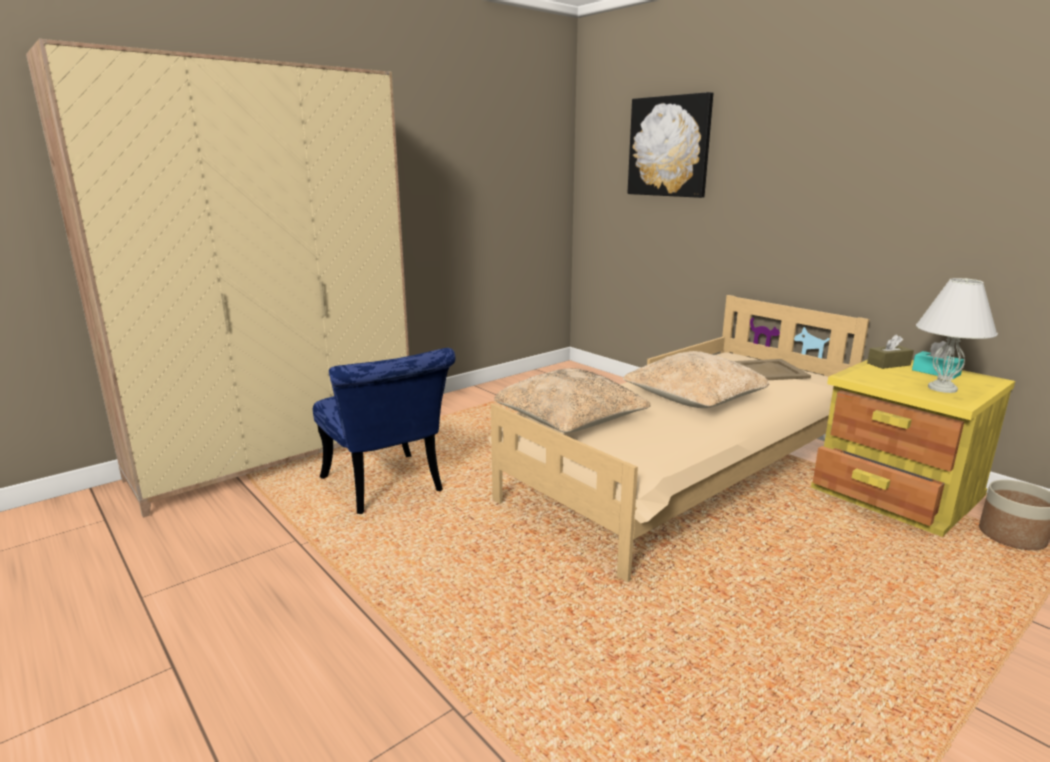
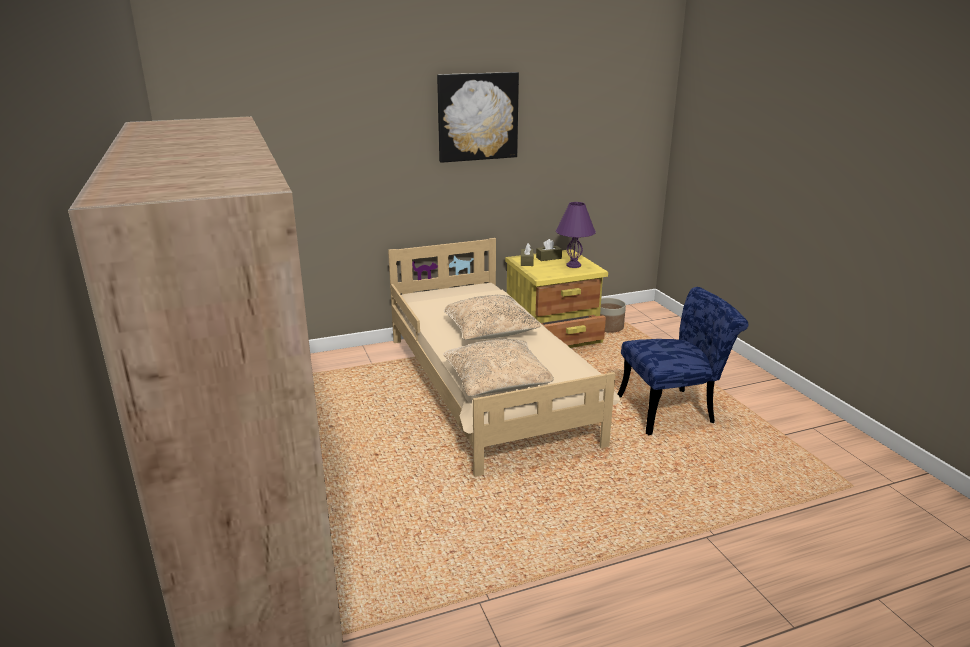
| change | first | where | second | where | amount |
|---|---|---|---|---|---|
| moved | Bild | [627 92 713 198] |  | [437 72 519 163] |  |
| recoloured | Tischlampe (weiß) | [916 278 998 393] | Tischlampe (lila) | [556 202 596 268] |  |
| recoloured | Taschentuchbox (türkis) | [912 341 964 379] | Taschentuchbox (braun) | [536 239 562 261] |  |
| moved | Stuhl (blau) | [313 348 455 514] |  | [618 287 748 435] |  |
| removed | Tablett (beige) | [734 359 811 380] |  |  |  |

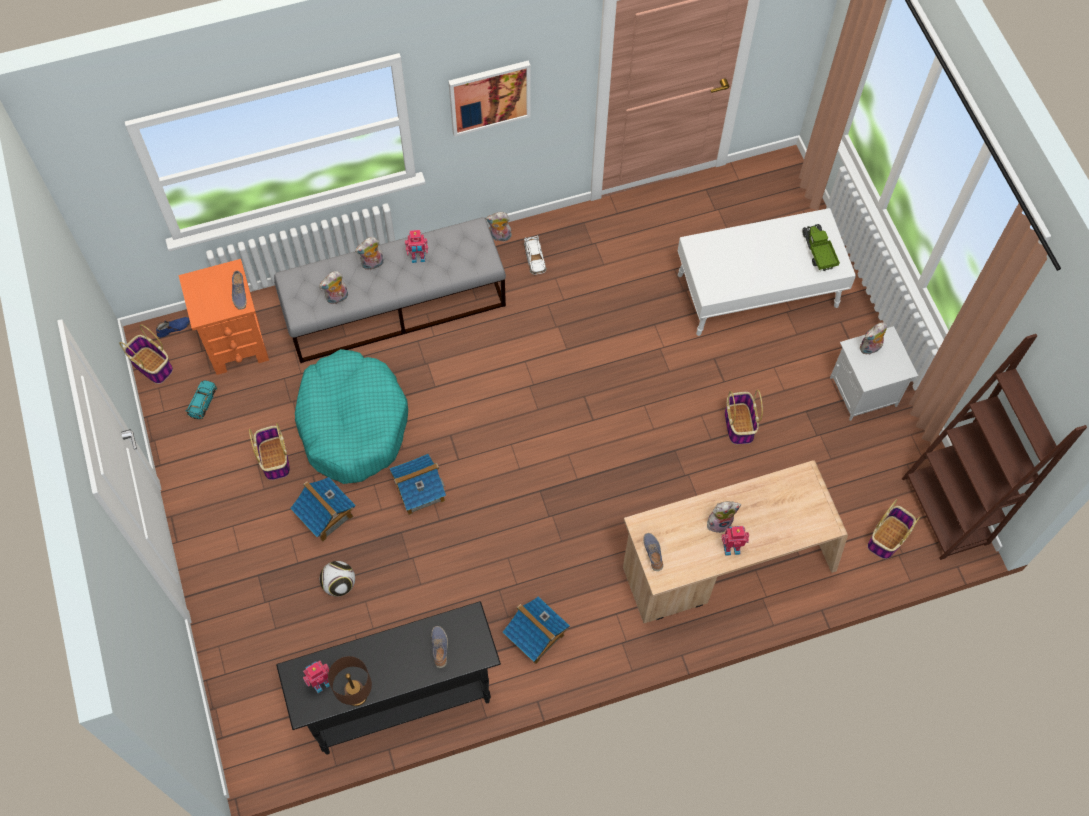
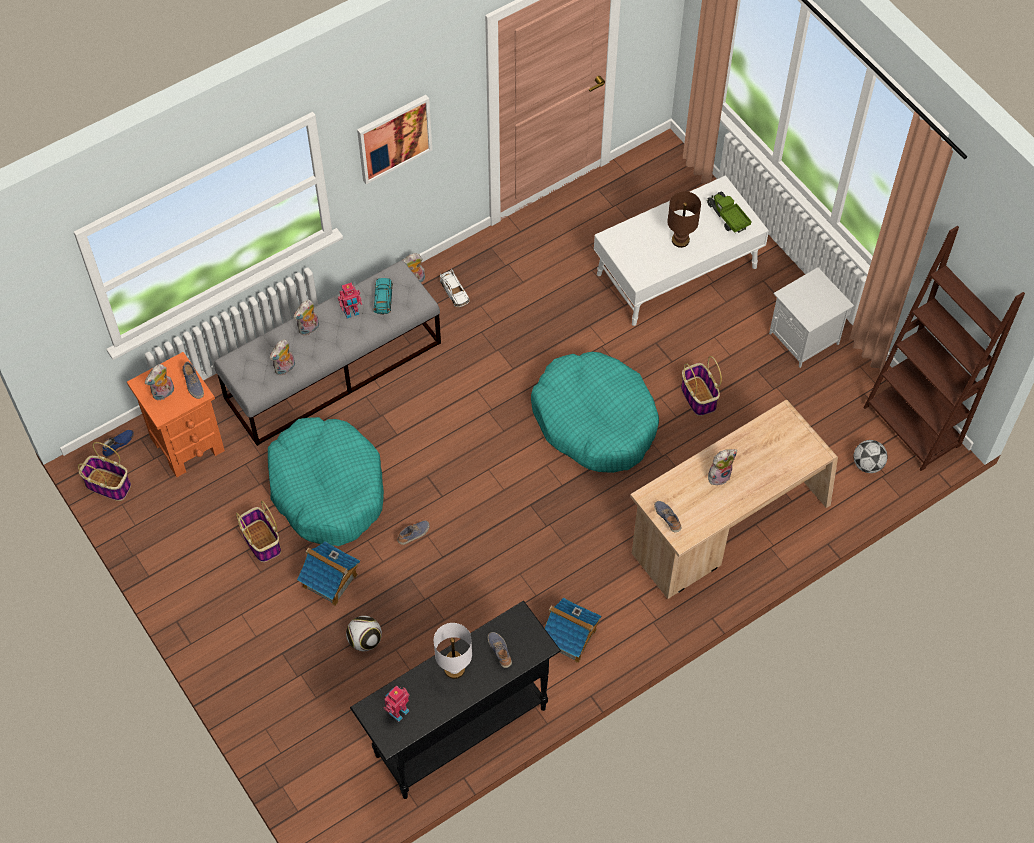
| change | first | where | second | where | amount |
|---|---|---|---|---|---|
| moved | Plüschtier | [860 322 887 355] |  | [145 364 174 401] |  |
| moved | Spielzeugauto (türkis) | [186 380 217 419] |  | [373 278 393 315] |  |
| replaced | Spielzeughaus | [390 454 446 515] | Schuh | [397 520 430 545] |  |
| replaced | Korb | [867 499 920 559] | Fußball | [854 440 887 473] |  |
| removed | Spielzeugroboter | [722 526 749 556] |  |  |  |
| moved | Tischlampe (braun) | [328 656 372 706] |  | [667 191 701 248] |  |
| added |  |  | Hundebett (türkis) | [531 352 659 473] |  |
| added |  |  | Tischlampe (weiß) | [434 623 472 679] |  |

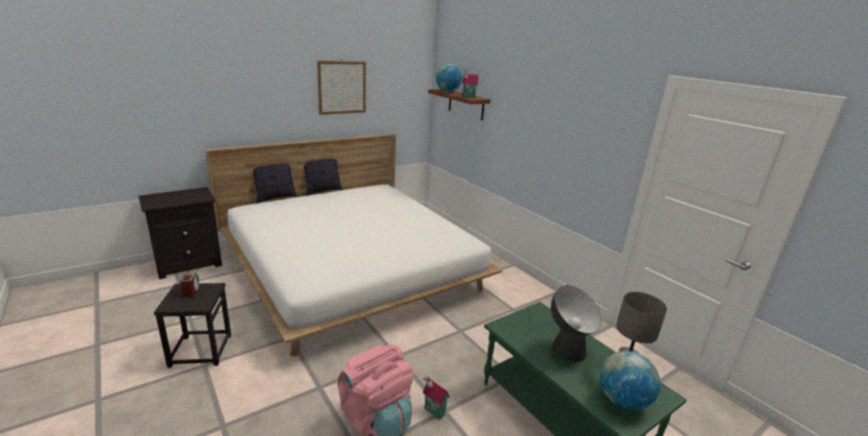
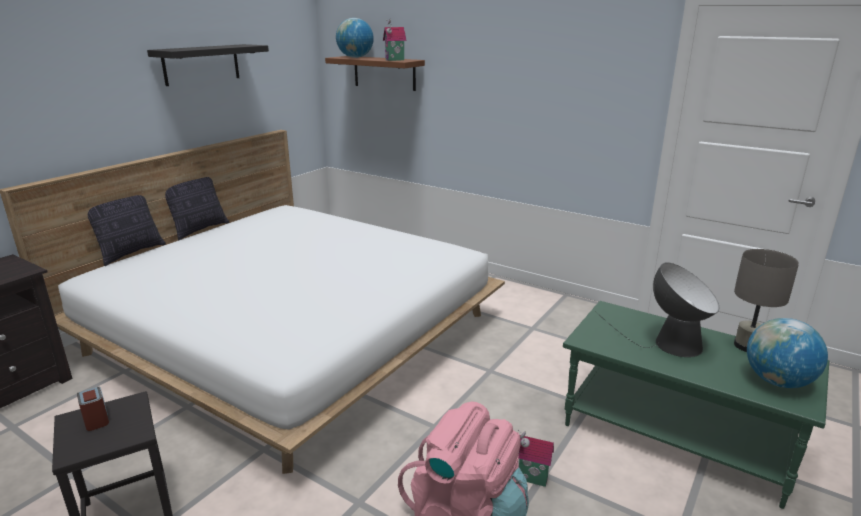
| change | first | where | second | where | amount |
|---|---|---|---|---|---|
| replaced | Bild | [317 59 366 115] | Wandregal (schwarz) | [147 44 269 86] |  |

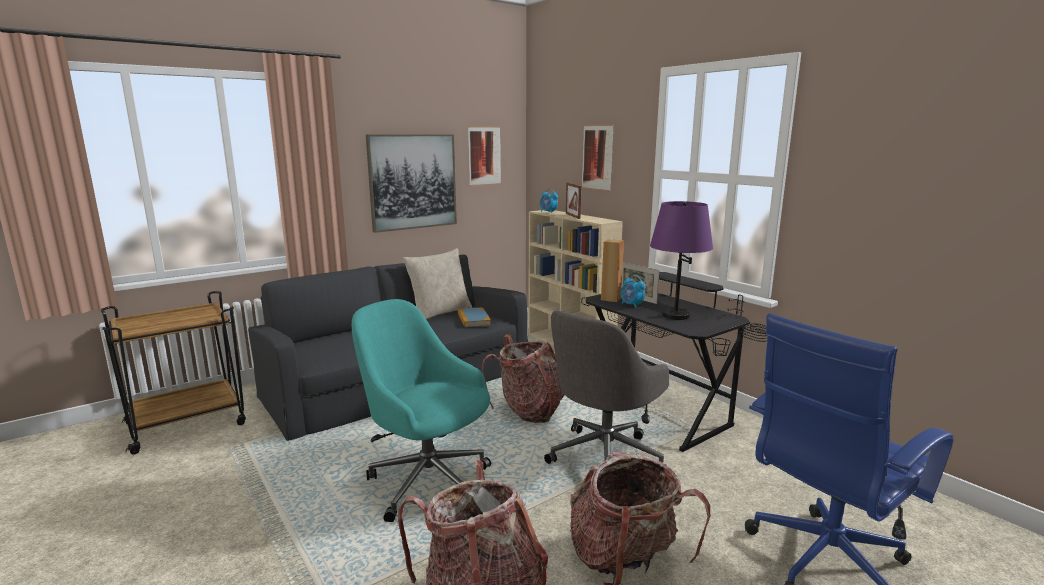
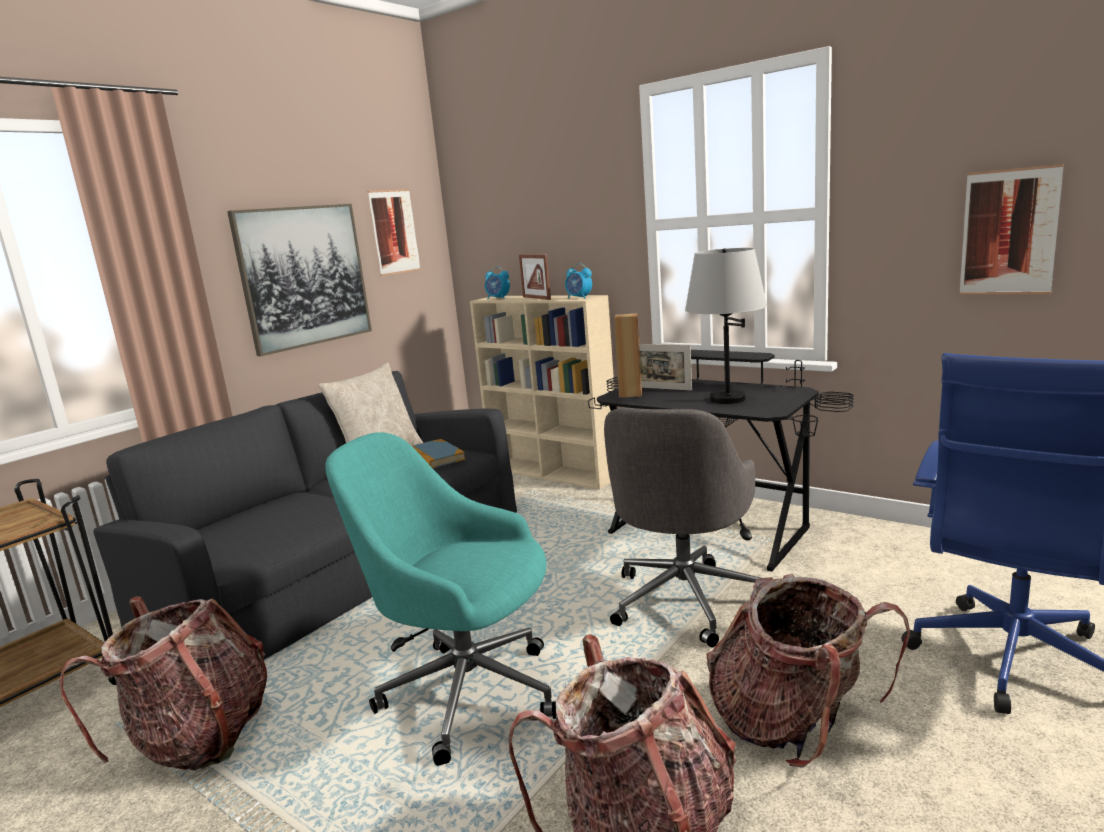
| change | first | where | second | where | amount |
|---|---|---|---|---|---|
| moved | Bild | [582 124 614 191] |  | [959 164 1064 295] |  |
| recoloured | Tischlampe (lila) | [650 201 713 320] | Tischlampe (grau) | [685 248 767 404] |  |
| moved | Wecker | [621 275 646 308] |  | [565 263 592 299] |  |
| moved | Rucksack | [482 334 564 423] |  | [59 596 267 770] |  |

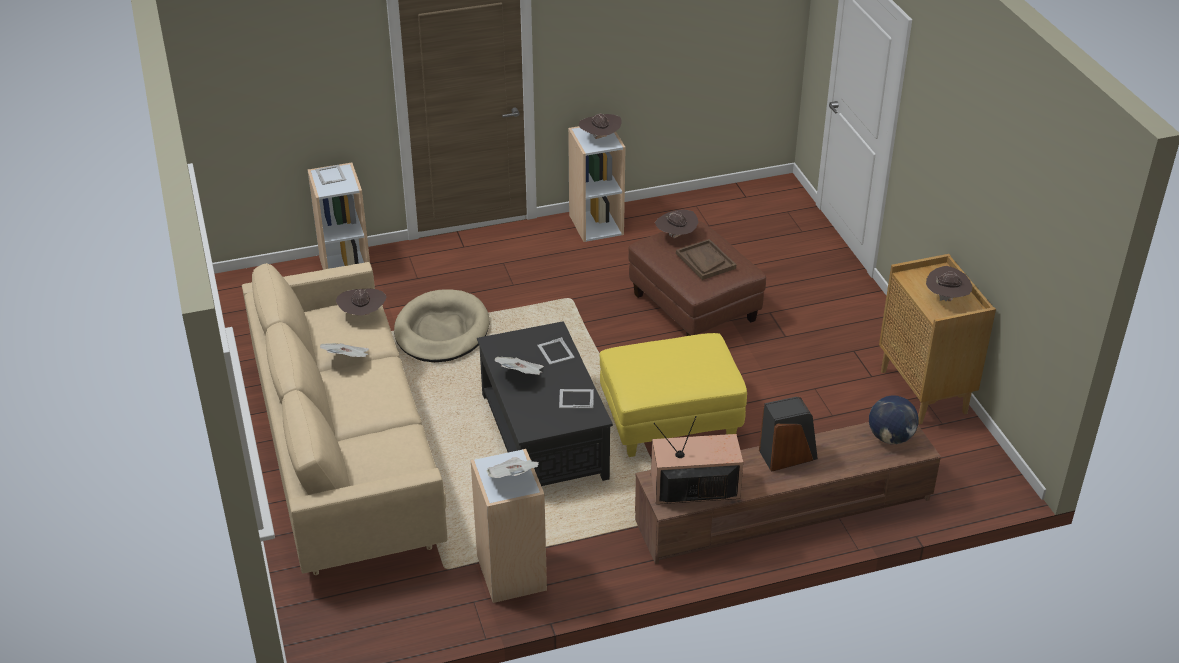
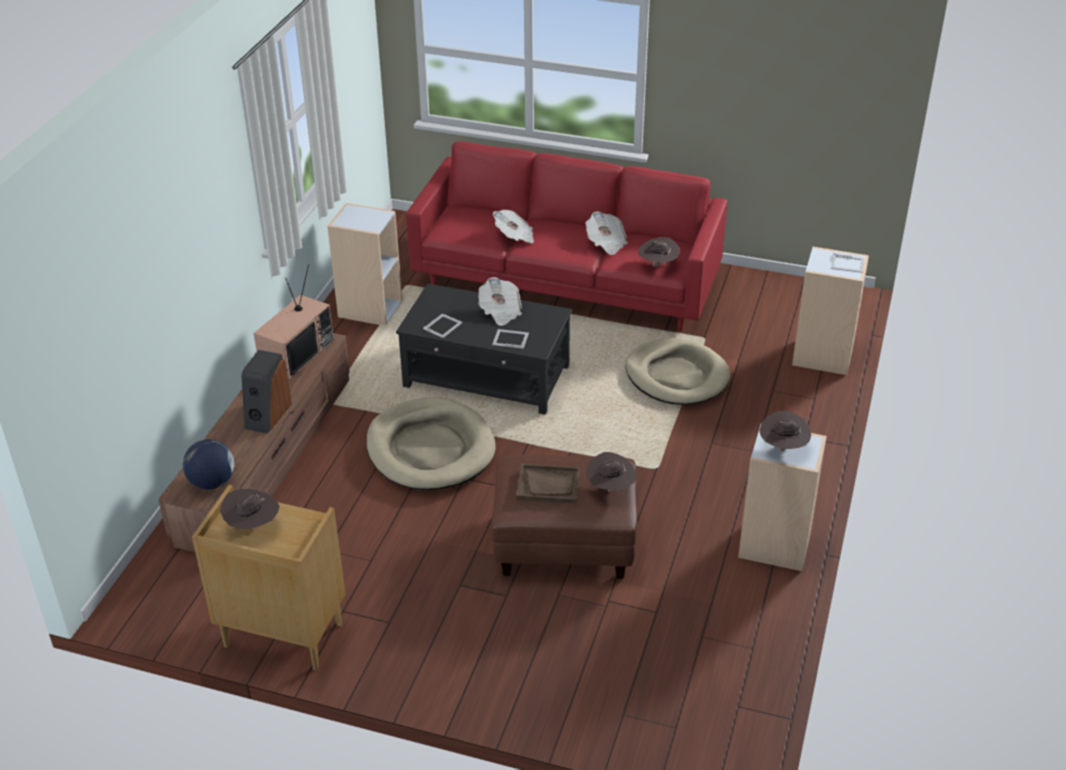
| change | first | where | second | where | amount |
|---|---|---|---|---|---|
| recoloured | Sofa (beige) | [242 262 447 575] | Sofa (rot) | [406 141 728 331] |  |
| replaced | Polsterhocker (gelb) | [600 333 747 457] | Hundebett (beige) | [366 397 496 490] |  |
| moved | Zeitung | [487 457 539 478] |  | [493 210 534 243] |  |

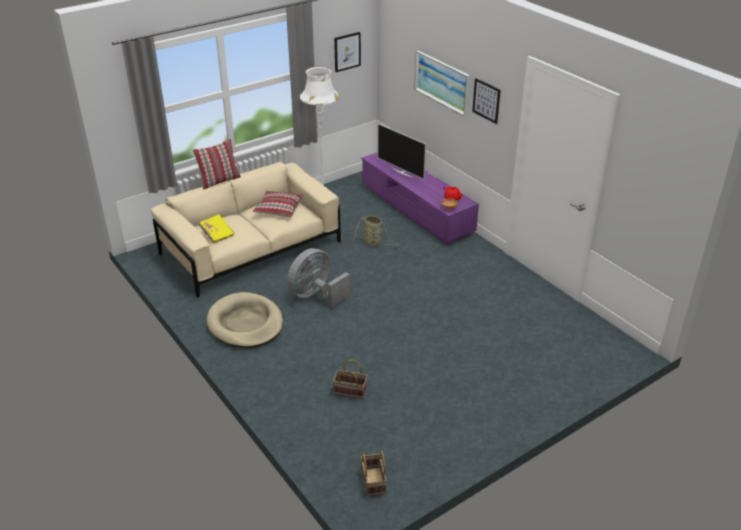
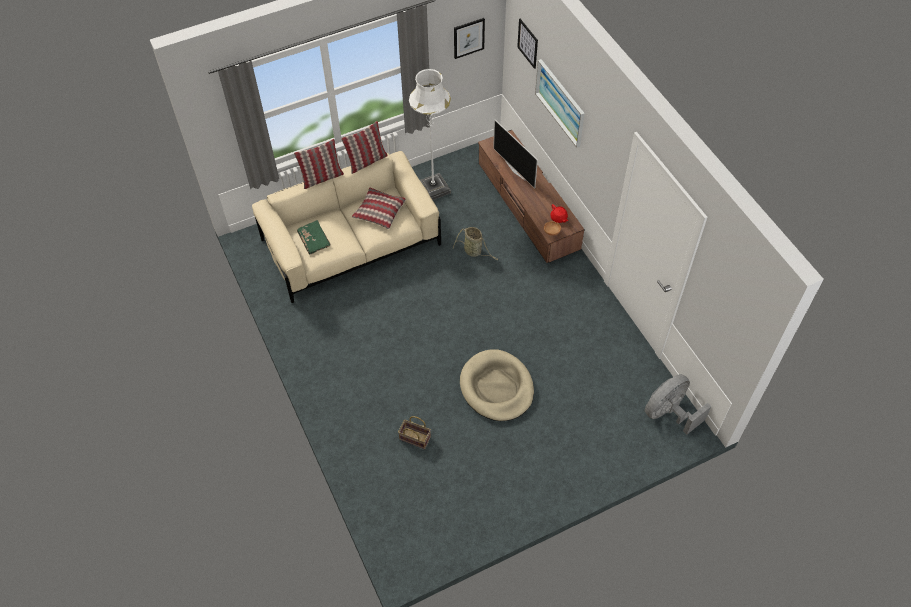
| change | first | where | second | where | amount |
|---|---|---|---|---|---|
| moved | Bild | [472 78 501 124] |  | [517 19 538 69] |  |
| recoloured | Fernsehschrank (lila) | [362 152 479 244] | Fernsehschrank (braun) | [478 130 585 263] |  |
| recoloured | Buch (gelb) | [199 214 235 244] | Buch (grün) | [297 220 331 255] |  |
| moved | Ventilator (grau) | [287 248 350 307] |  | [645 374 712 435] |  |
| moved | Hundebett (beige) | [207 292 283 348] |  | [460 349 534 421] |  |
| removed | Korb | [361 450 387 497] |  |  |  |
| added |  |  | Kissen | [341 121 388 174] |  |

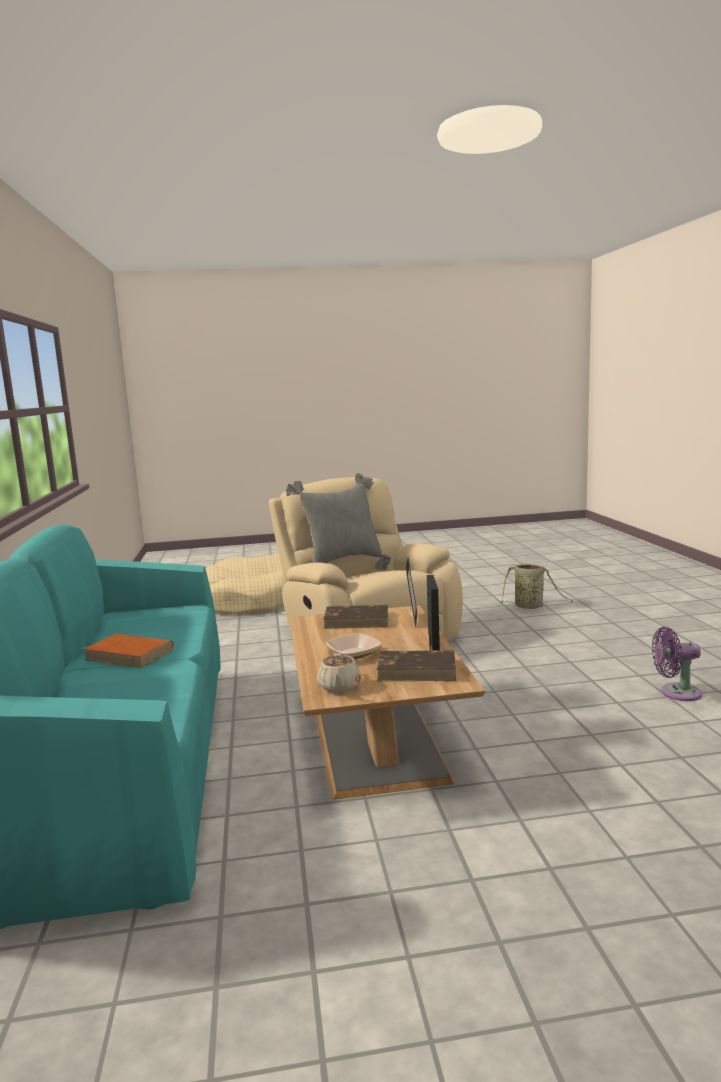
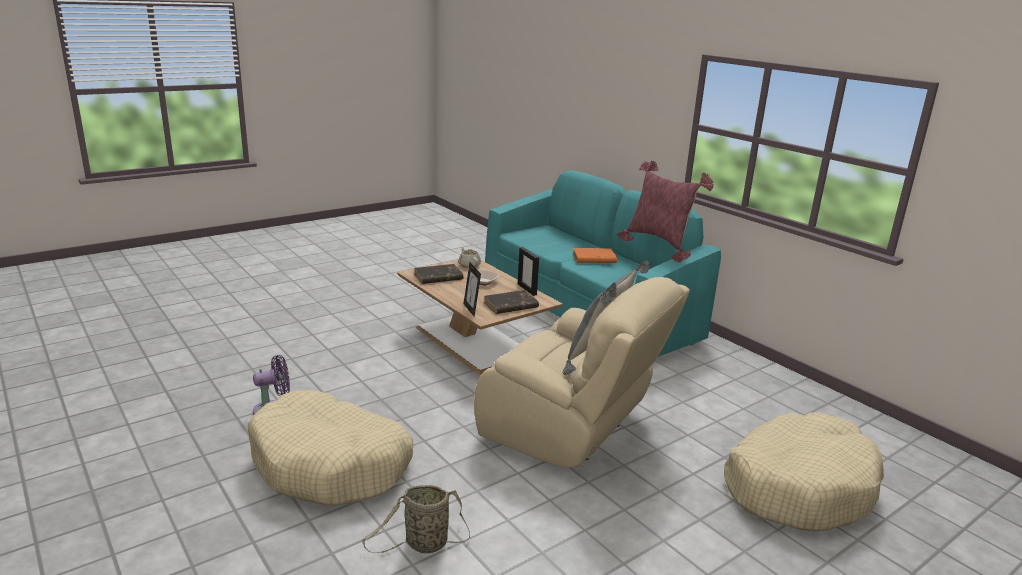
| change | first | where | second | where | amount |
|---|---|---|---|---|---|
| moved | Bilderrahmen | [427 575 440 651] |  | [518 247 539 296] |  |
| added |  |  | Kissen (rot) | [617 161 714 263] |  |
| added |  |  | Hundebett (beige) | [248 390 413 506] |  |

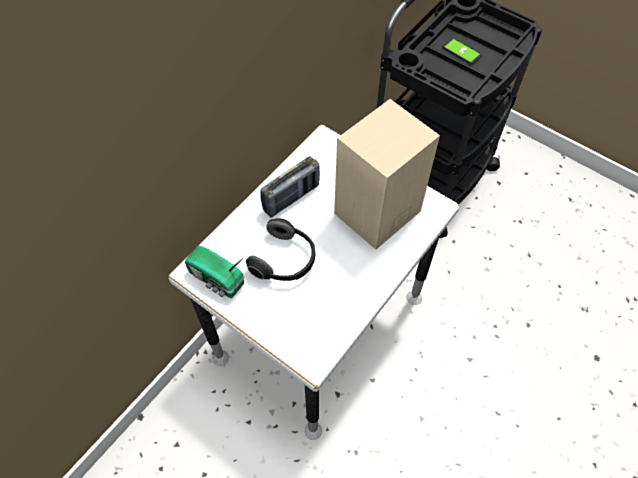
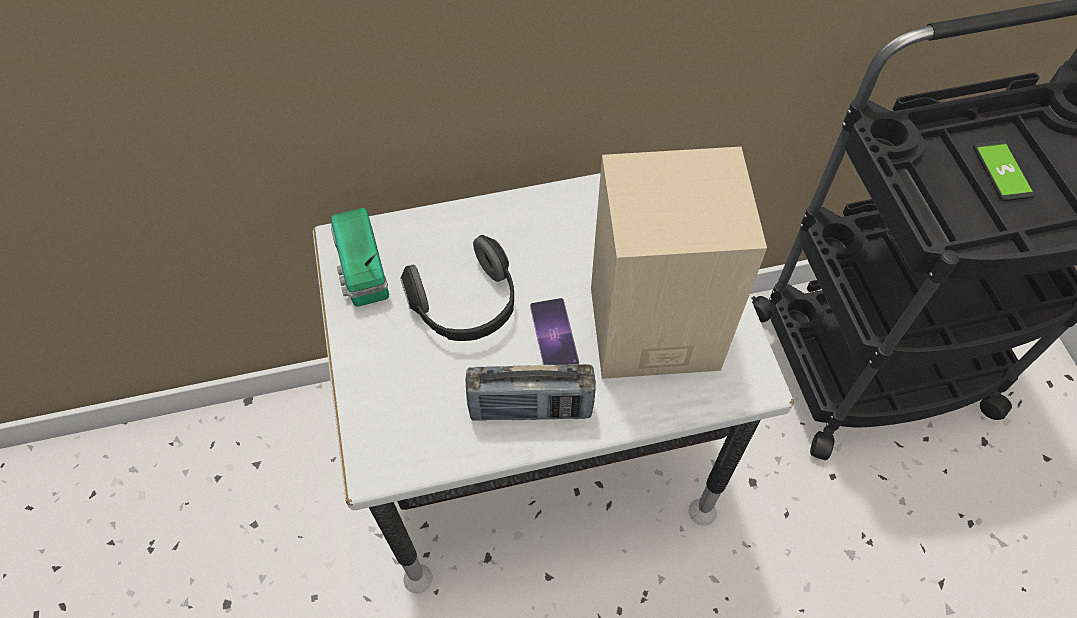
| change | first | where | second | where | amount |
|---|---|---|---|---|---|
| moved | Radio | [260 156 320 218] |  | [466 364 596 421] |  |
| added |  |  | Handy | [530 298 579 365] |  |

